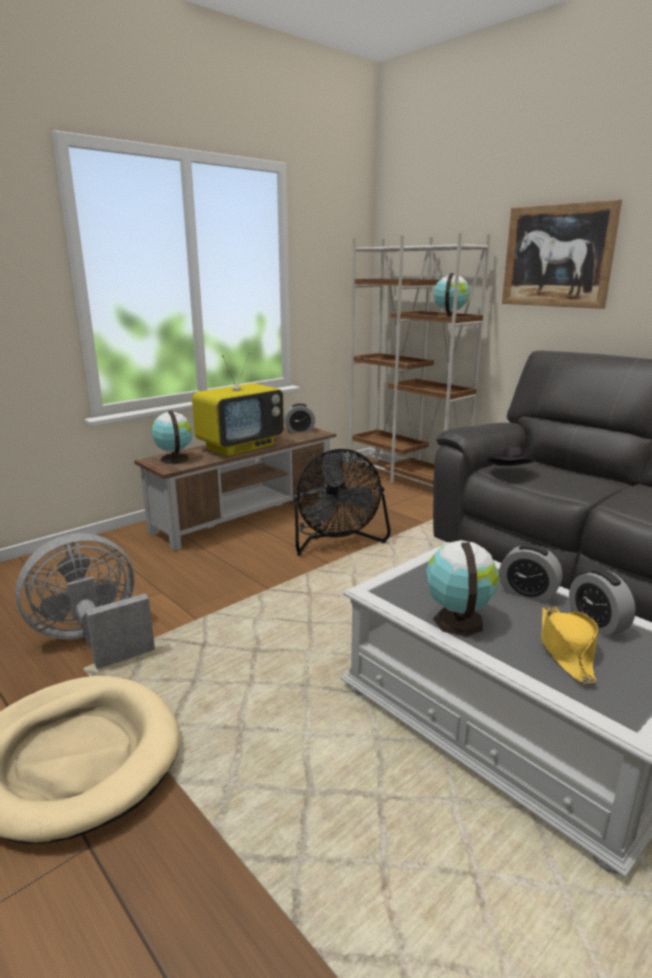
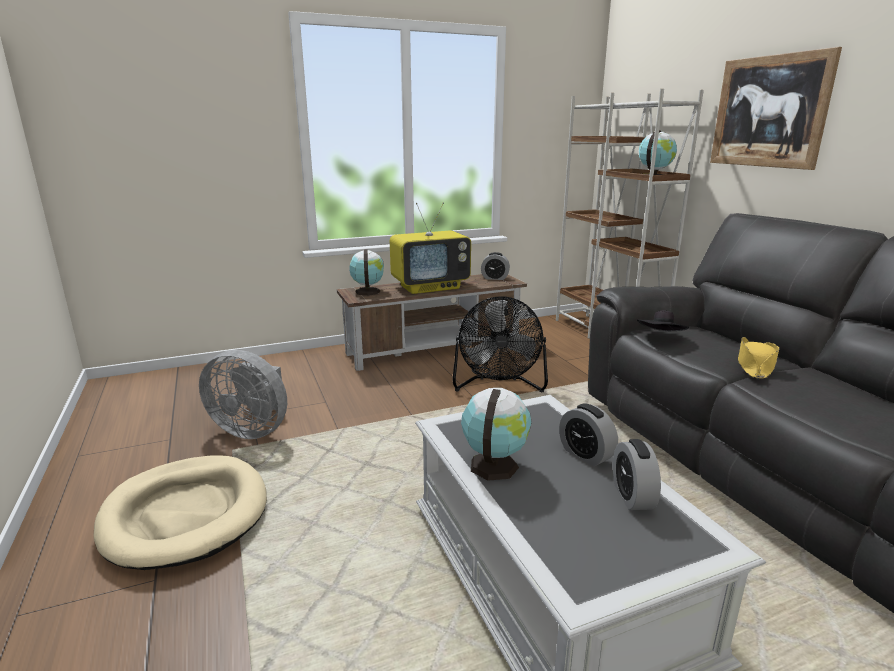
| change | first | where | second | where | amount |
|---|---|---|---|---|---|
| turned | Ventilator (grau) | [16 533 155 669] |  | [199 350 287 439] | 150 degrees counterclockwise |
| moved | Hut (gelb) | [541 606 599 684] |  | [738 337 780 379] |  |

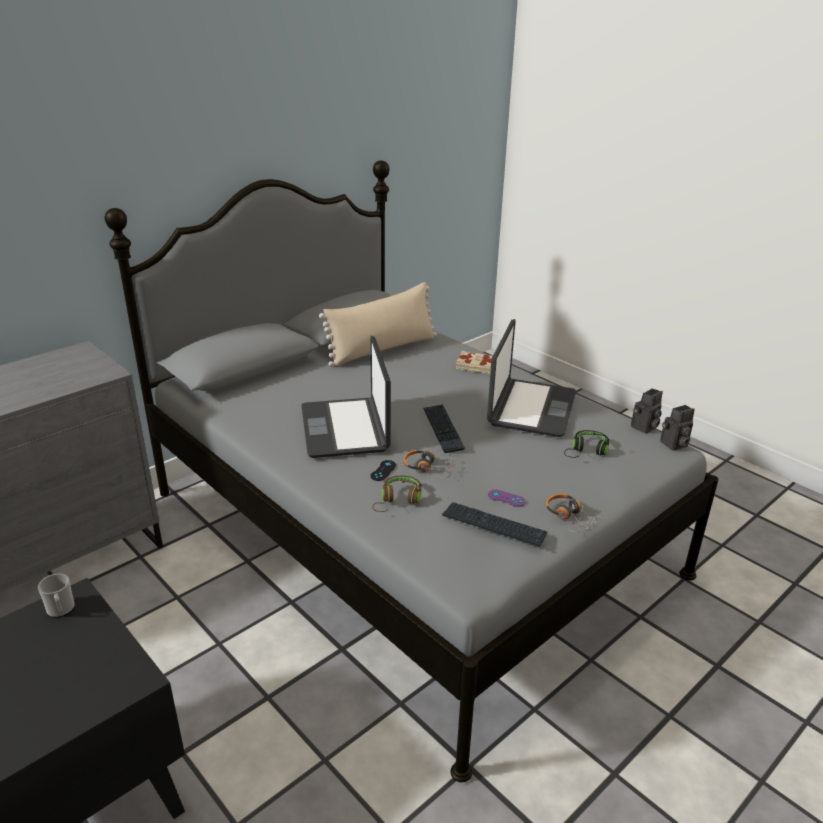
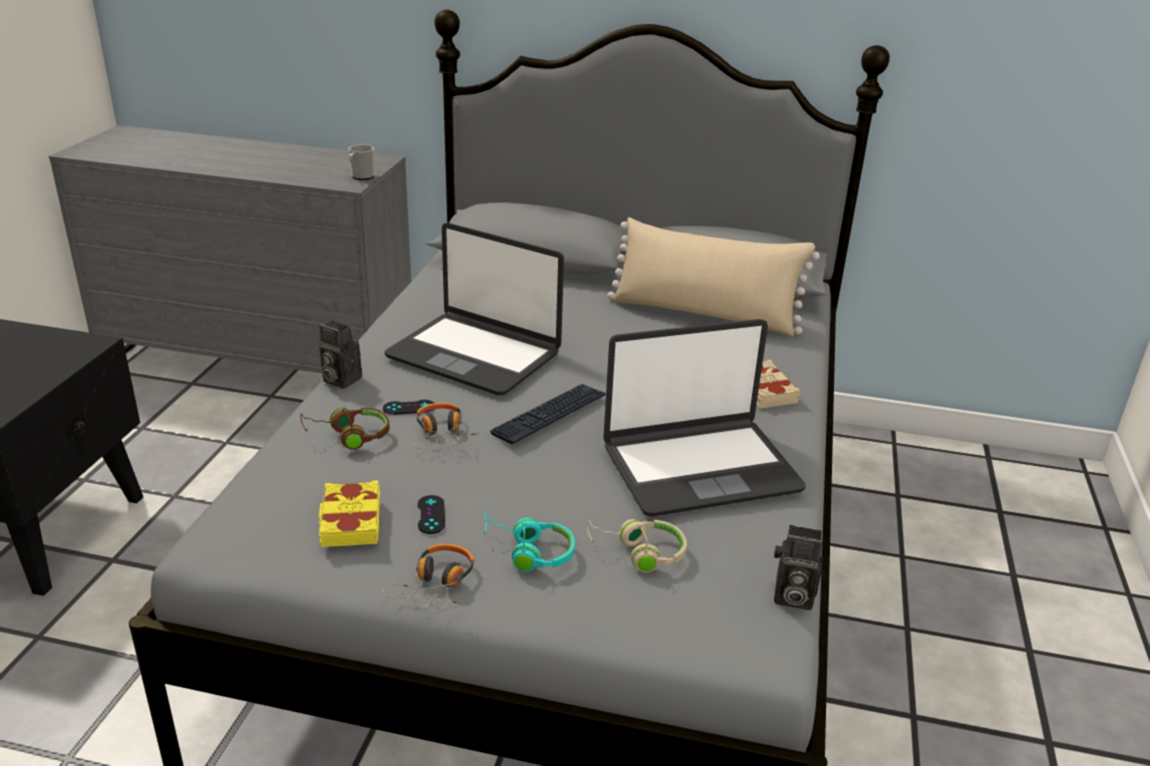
| change | first | where | second | where | amount |
|---|---|---|---|---|---|
| turned | Laptop | [301 336 391 458] |  | [384 223 564 395] | 105 degrees counterclockwise |
| moved | Kamera | [660 405 695 451] |  | [319 321 362 389] |  |
| recoloured | Kopfhörer (schwarz) | [564 430 609 458] | Kopfhörer (beige) | [587 519 687 572] |  |
| recoloured | Gamepad (lila) | [488 490 526 507] | Gamepad (schwarz) | [418 495 445 534] |  |
| replaced | Tastatur | [442 502 547 547] | Buch (gelb) | [319 480 380 547] |  |
| moved | Henkelbecher | [38 574 75 618] |  | [348 145 374 180] |  |
| added |  |  | Kopfhörer (türkis) | [484 511 575 572] |  |

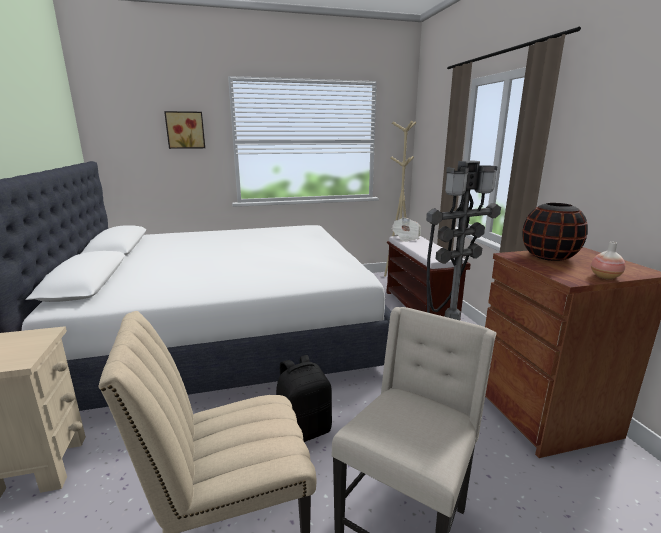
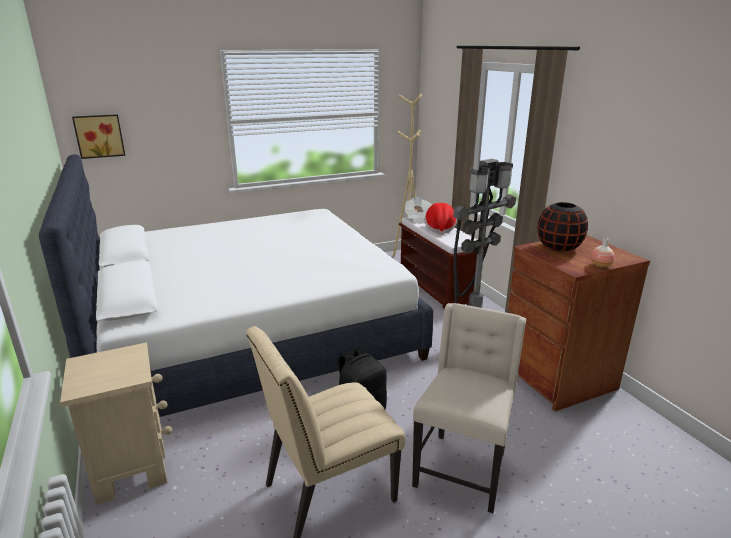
| change | first | where | second | where | amount |
|---|---|---|---|---|---|
| moved | Bild | [164 111 205 149] |  | [72 114 125 159] |  |
| added |  |  | Hut | [425 203 457 235] |  |

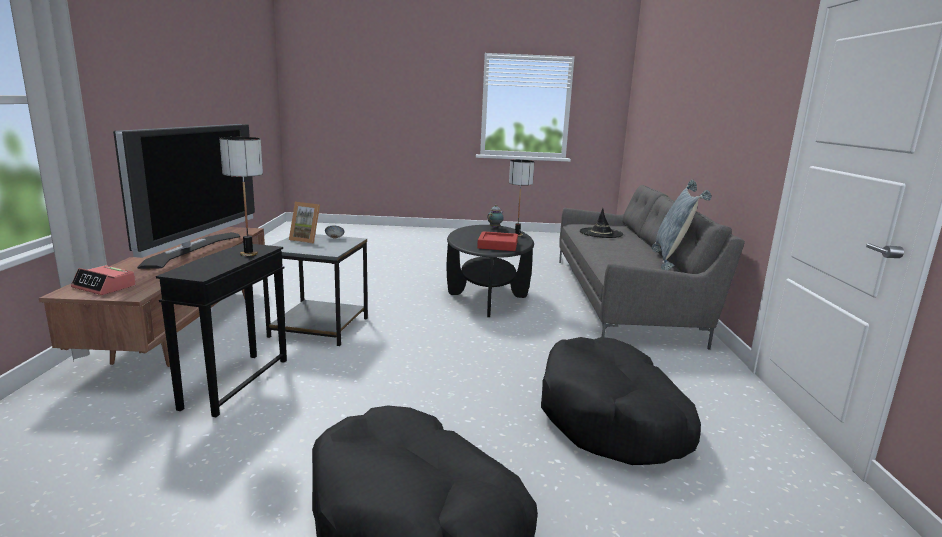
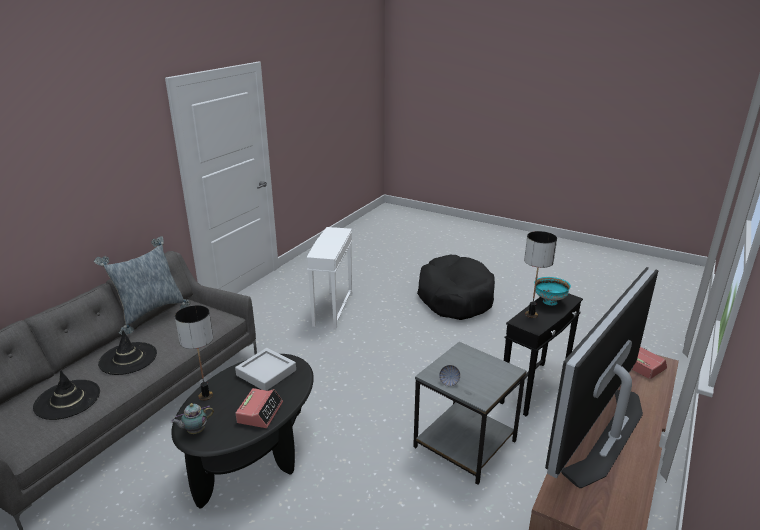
| change | first | where | second | where | amount |
|---|---|---|---|---|---|
| removed | Bilderrahmen | [289 202 320 244] |  |  |  |
| recoloured | Tablett (rot) | [477 231 518 251] | Tablett (grau) | [235 348 296 390] |  |
| replaced | Hundebett (schwarz) | [541 337 701 465] | Beistelltisch (weiß) | [306 227 352 329] |  |
| added |  |  | Schüssel (türkis) | [534 277 571 305] |  |
| added |  |  | Hut (schwarz) | [98 330 157 375] |  |
| added |  |  | Wecker | [235 388 283 428] |  |

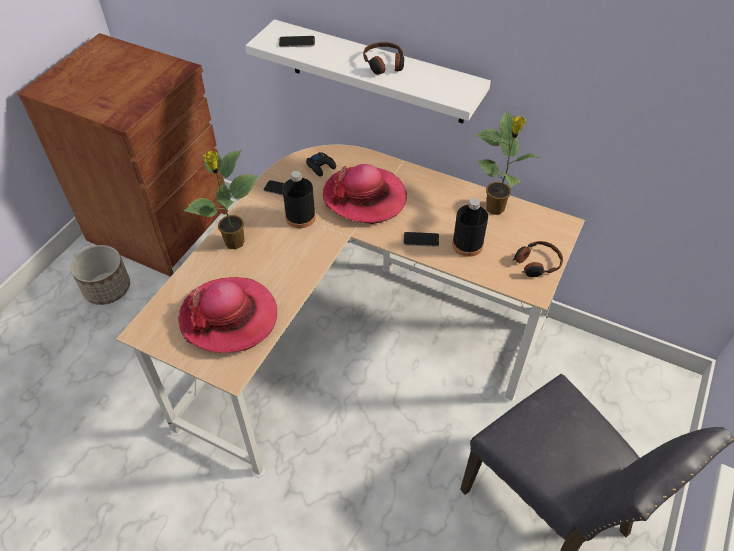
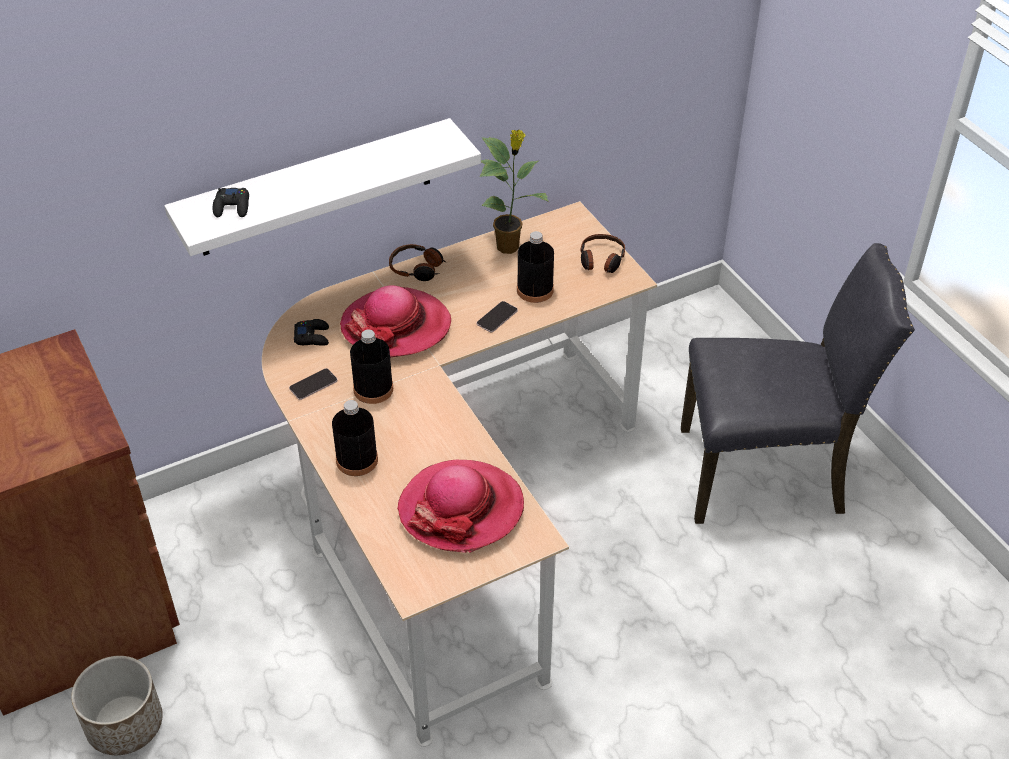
| change | first | where | second | where | amount |
|---|---|---|---|---|---|
| replaced | Handy | [279 36 315 47] | Gamepad (schwarz) | [213 188 249 217] |  |
| moved | Kopfhörer | [363 42 404 75] |  | [389 244 447 281] |  |
| replaced | Topfpflanze | [184 150 259 249] | Flasche (schwarz) | [332 400 378 476] |  |

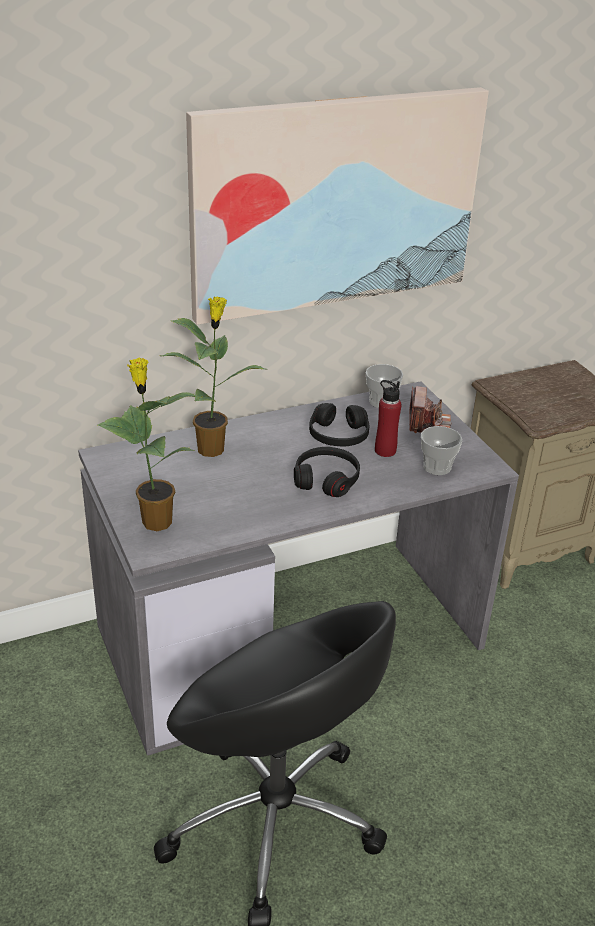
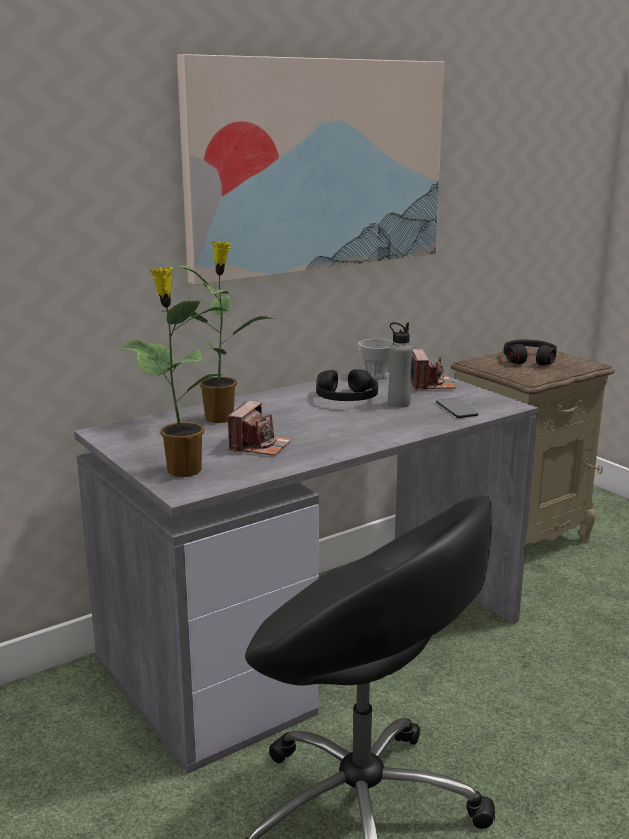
| change | first | where | second | where | amount |
|---|---|---|---|---|---|
| recoloured | Flasche (rot) | [375 380 402 457] | Flasche (grau) | [388 322 412 408] |  |
| replaced | Tasse | [421 426 462 475] | Handy | [436 398 479 418] |  |
| moved | Kopfhörer (schwarz) | [294 447 360 497] |  | [504 340 557 365] |  |
| added |  |  | Kamera | [228 401 292 456] |  |

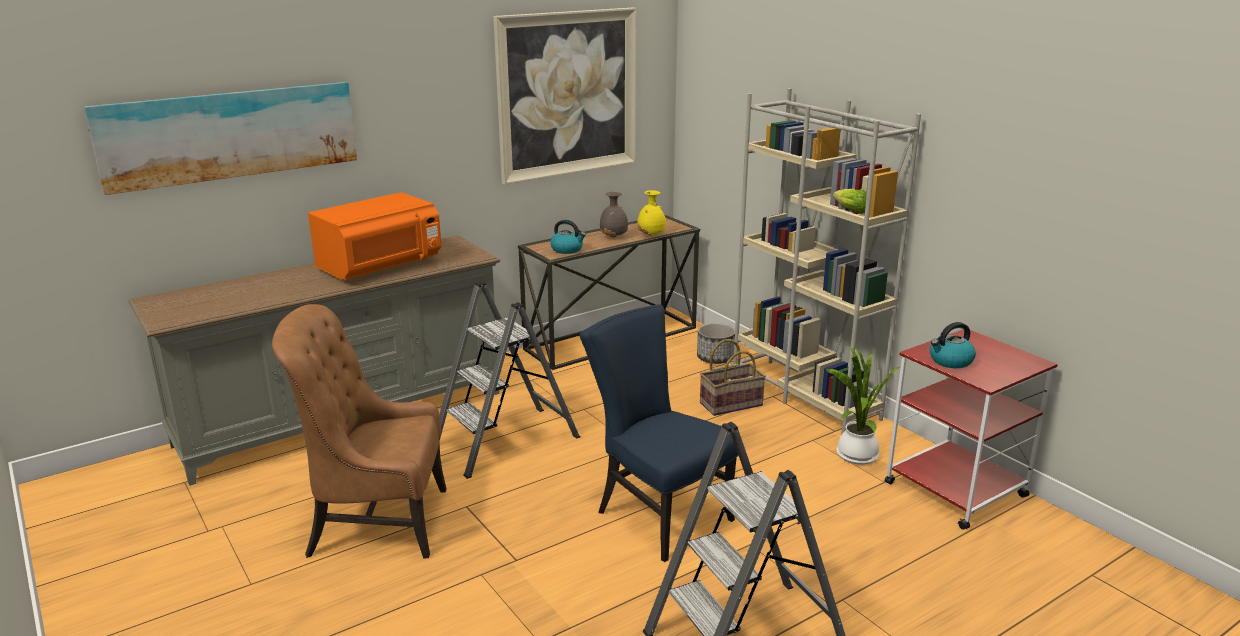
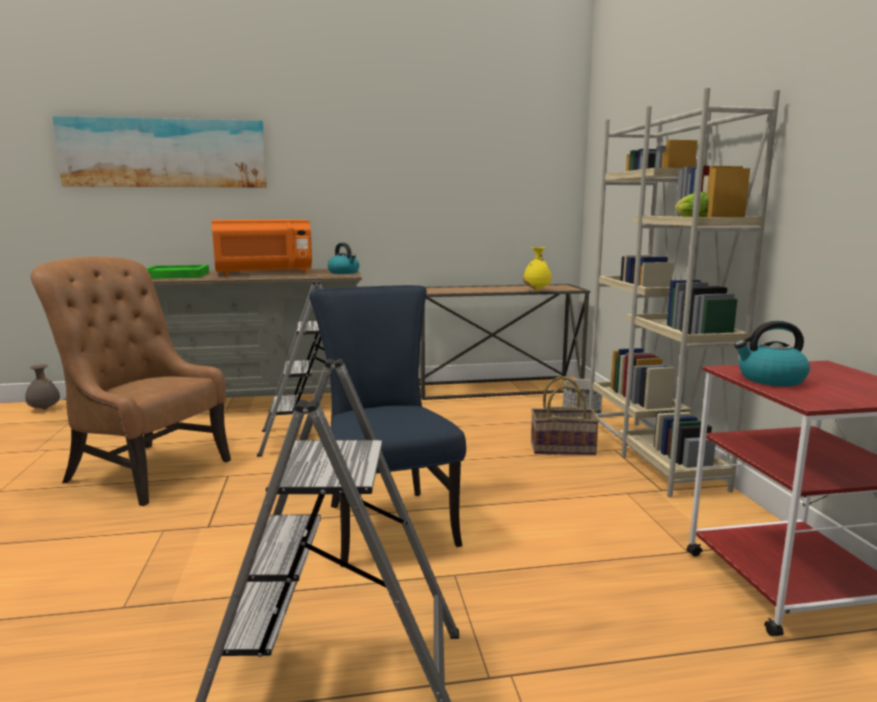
| change | first | where | second | where | amount |
|---|---|---|---|---|---|
| removed | Bild | [493 8 637 184] |  |  |  |
| moved | Vase (grau) | [599 192 628 237] |  | [25 364 60 410] |  |
| moved | Wasserkessel | [550 220 586 254] |  | [328 243 359 274] |  |
| removed | Topfpflanze | [826 345 900 465] |  |  |  |
| added |  |  | Tablett (grün) | [146 265 209 279] |  |

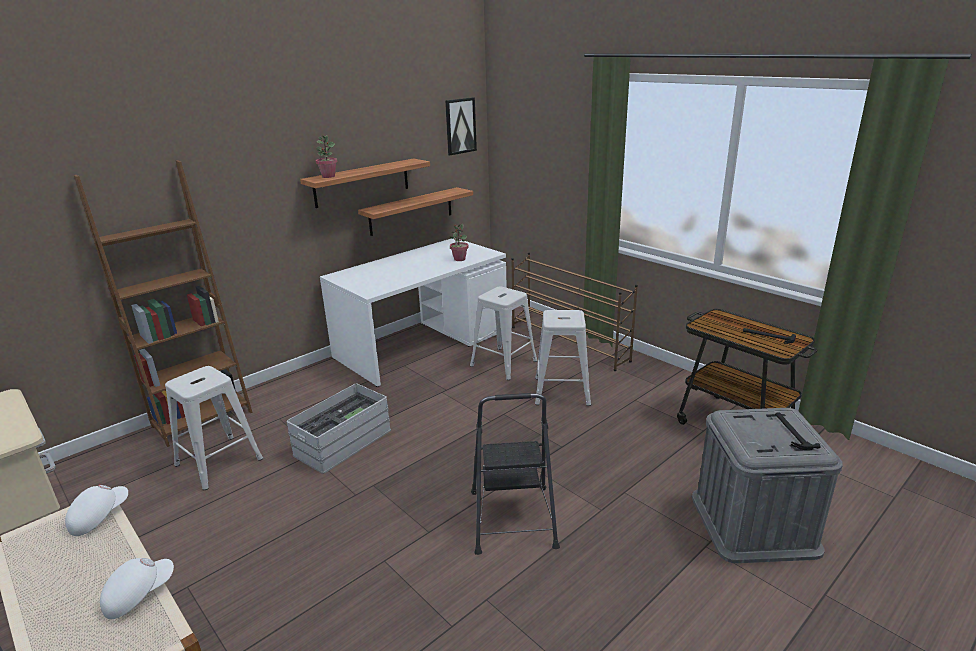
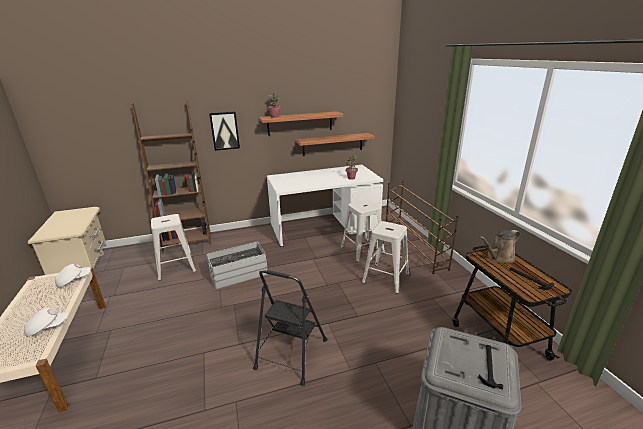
| change | first | where | second | where | amount |
|---|---|---|---|---|---|
| moved | Bild | [445 97 477 155] |  | [209 111 240 151] |  |
| added |  |  | Gießkanne (braun) | [480 230 520 263] |  |

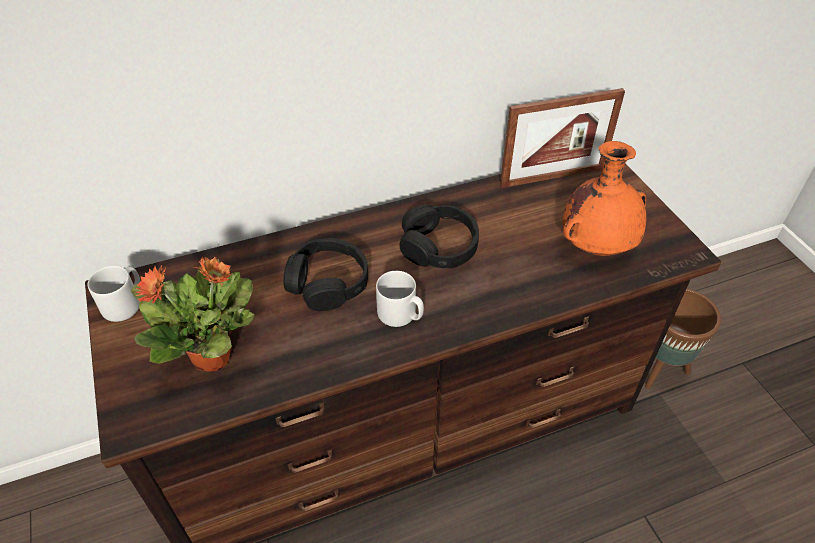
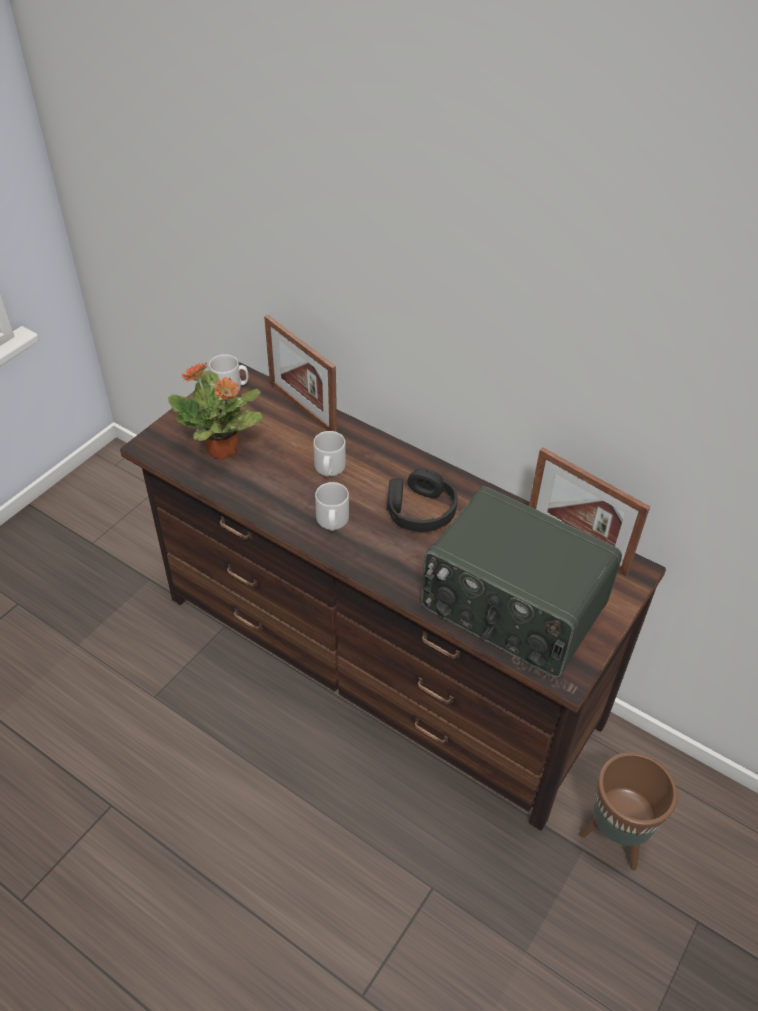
| change | first | where | second | where | amount |
|---|---|---|---|---|---|
| replaced | Vase (orange) | [562 141 646 256] | Radio | [421 486 622 677] |  |
| replaced | Kopfhörer (schwarz) | [283 238 368 311] | Henkelbecher (grau) | [313 431 346 477] |  |
| added |  |  | Bilderrahmen | [264 315 337 432] |  |

